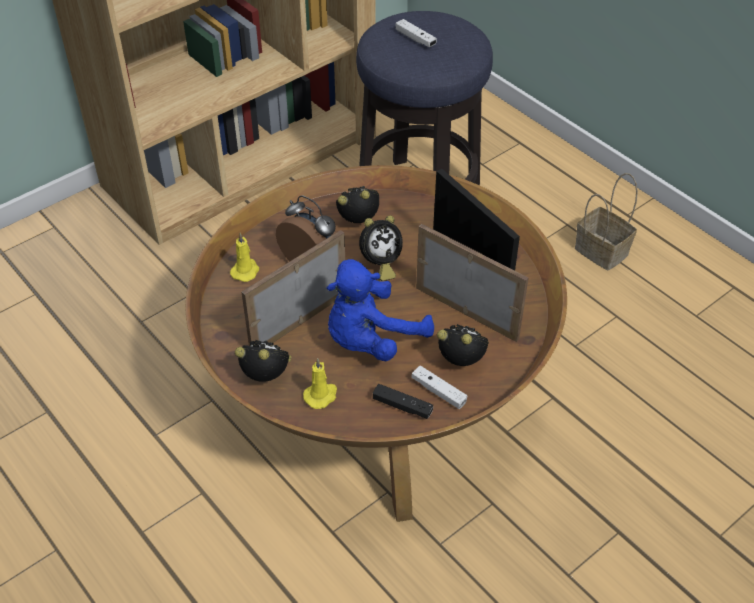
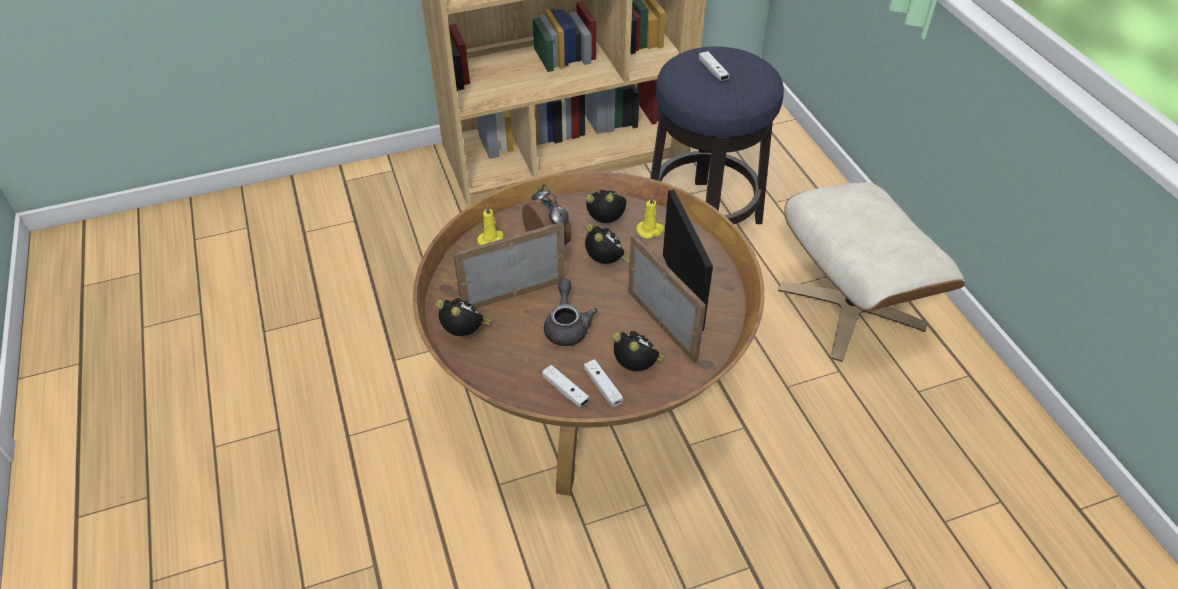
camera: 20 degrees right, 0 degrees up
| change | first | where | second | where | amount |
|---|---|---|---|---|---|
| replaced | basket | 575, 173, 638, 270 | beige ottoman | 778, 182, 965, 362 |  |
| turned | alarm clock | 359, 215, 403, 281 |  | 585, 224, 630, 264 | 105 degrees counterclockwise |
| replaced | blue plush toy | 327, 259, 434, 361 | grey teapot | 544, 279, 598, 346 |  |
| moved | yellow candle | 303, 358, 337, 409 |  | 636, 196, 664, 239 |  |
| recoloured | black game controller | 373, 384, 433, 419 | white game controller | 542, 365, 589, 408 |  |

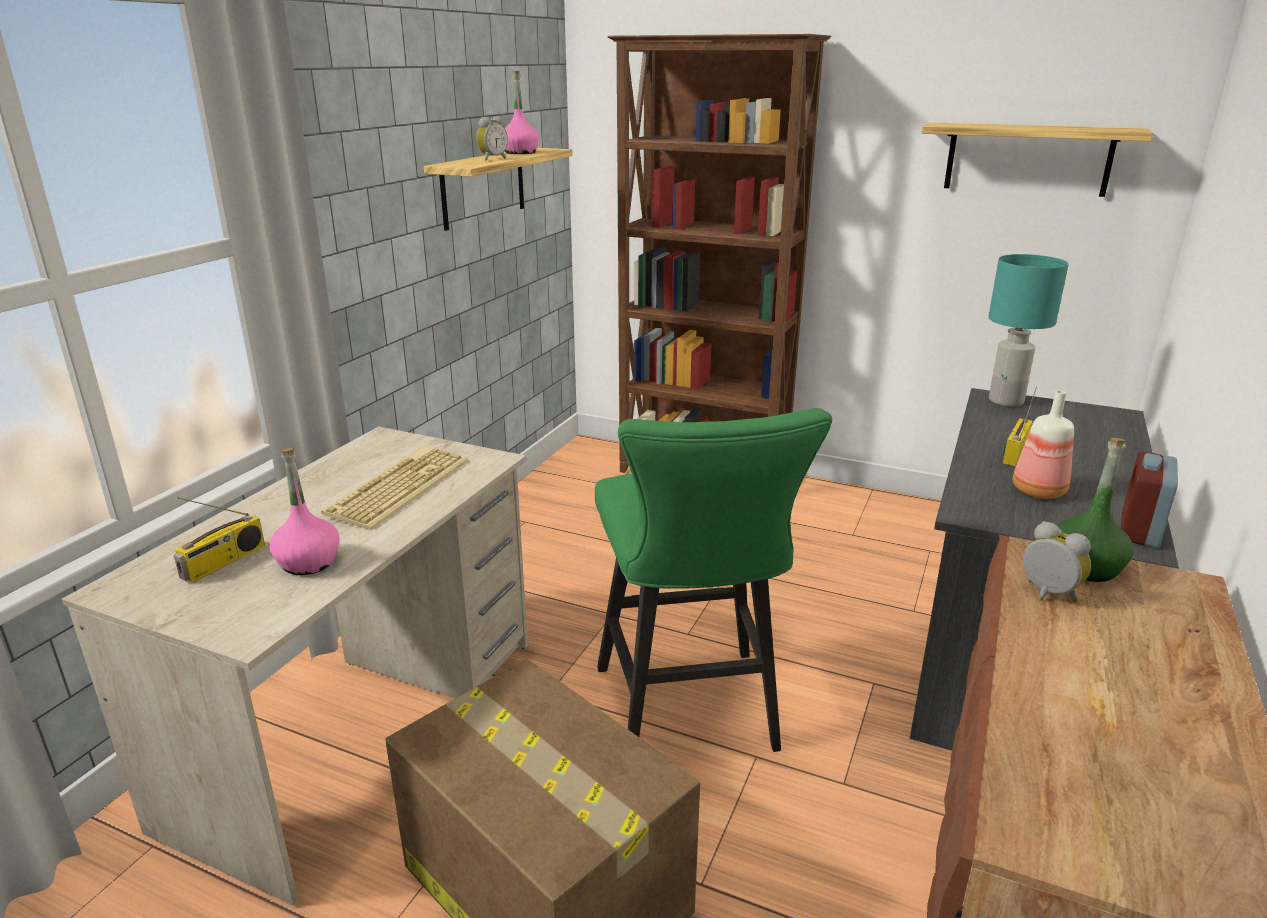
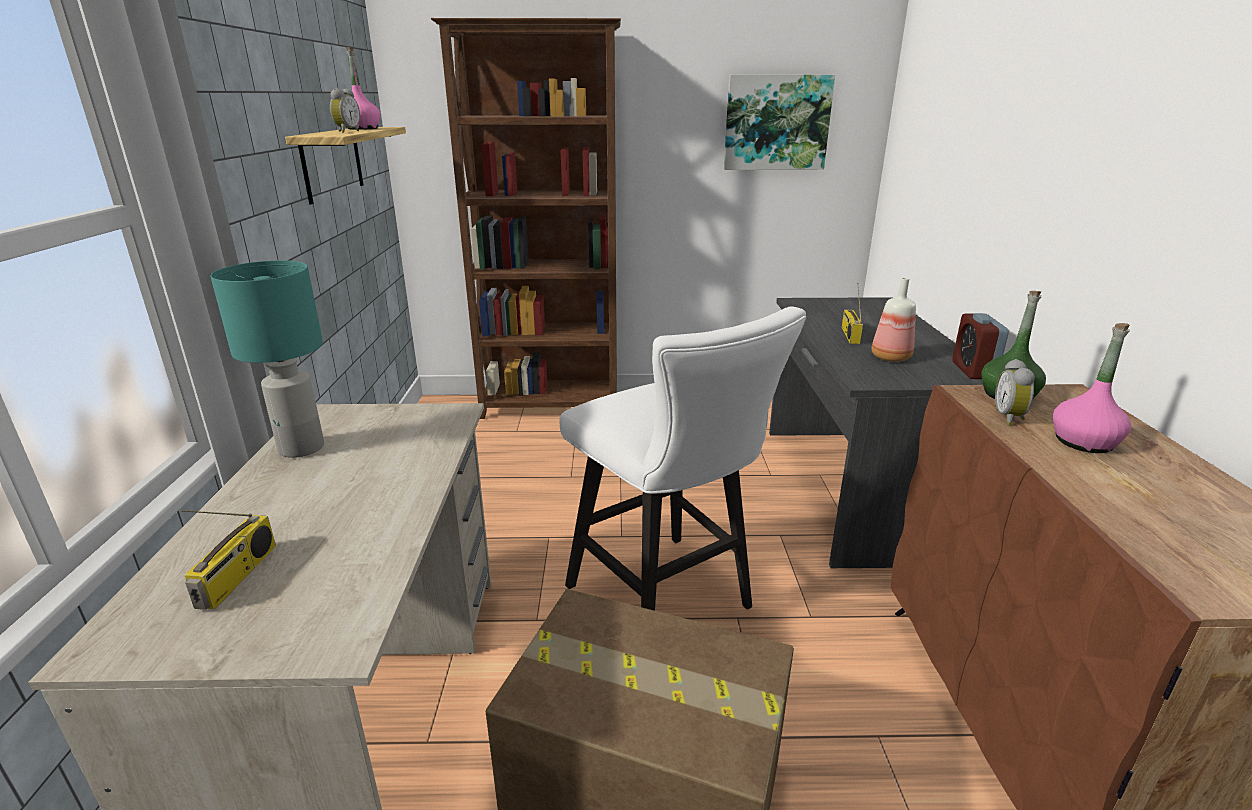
camera: 25 degrees left, 0 degrees up
| change | first | where | second | where | amount |
|---|---|---|---|---|---|
| replaced | shelf | 921, 123, 1153, 197 | picture | 724, 75, 835, 170 |  |
| moved | turquoise table lamp | 988, 254, 1069, 406 |  | 210, 260, 324, 458 |  |
| recoloured | green stool | 595, 408, 832, 752 | white stool | 559, 307, 806, 611 |  |
| removed | keyboard | 321, 446, 468, 530 |  |  |  |
| moved | pink bottle | 270, 448, 340, 575 |  | 1053, 323, 1131, 453 |  |
| turned | alarm clock | 1023, 521, 1091, 602 |  | 995, 359, 1035, 426 | 105 degrees counterclockwise |

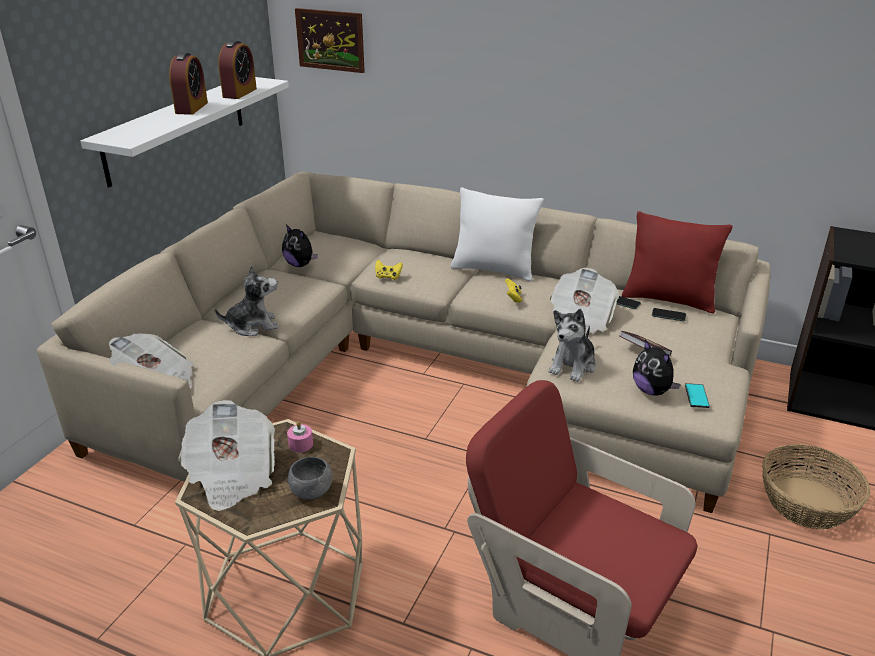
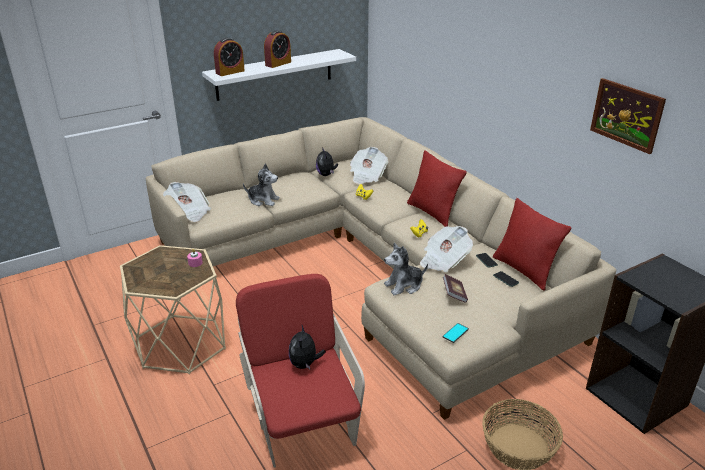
camera: 35 degrees right, 0 degrees up
| change | first | where | second | where | amount |
|---|---|---|---|---|---|
| moved | picture | 295, 8, 365, 73 |  | 590, 78, 666, 154 |  |
| moved | alarm clock | 218, 40, 257, 99 |  | 214, 38, 245, 76 |  |
| recoloured | white pillow | 451, 188, 543, 281 | red pillow | 407, 150, 467, 227 |  |
| moved | plush toy | 633, 340, 681, 396 |  | 289, 325, 326, 369 |  |
| moved | newspaper | 178, 400, 275, 511 |  | 350, 147, 389, 184 |  |
| removed | grey bowl | 288, 457, 332, 500 |  |  |  |

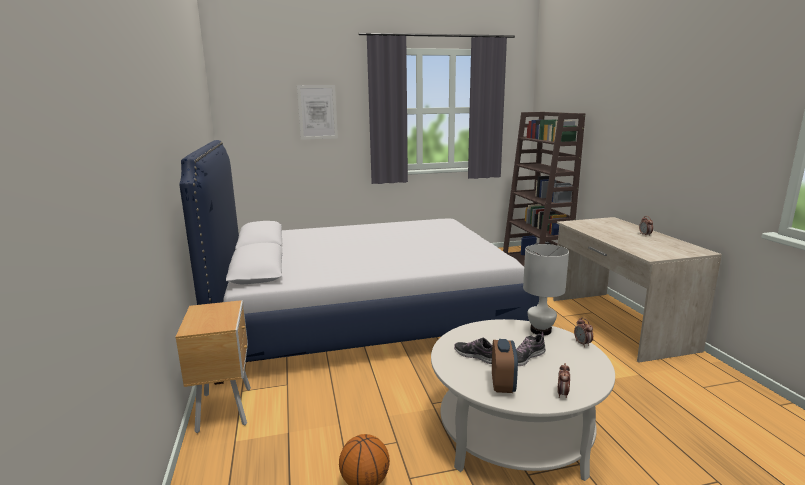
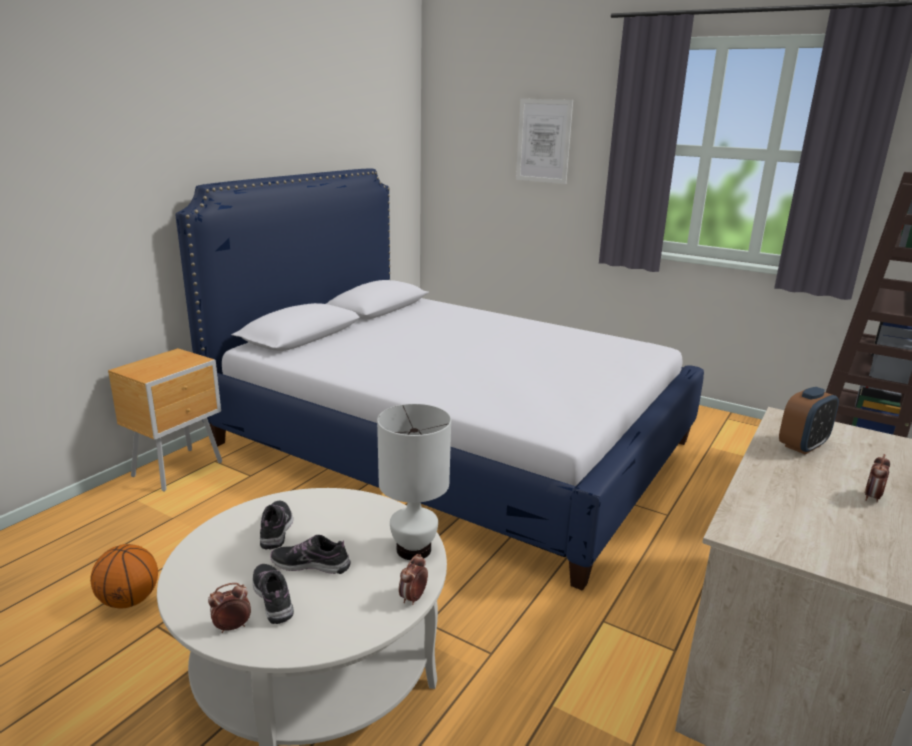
camera: 45 degrees right, 5 degrees up
| change | first | where | second | where | amount |
|---|---|---|---|---|---|
| moved | alarm clock | 492, 339, 518, 393 |  | 779, 387, 839, 455 |  |
| added |  |  | shoe | 252, 564, 294, 624 |  |

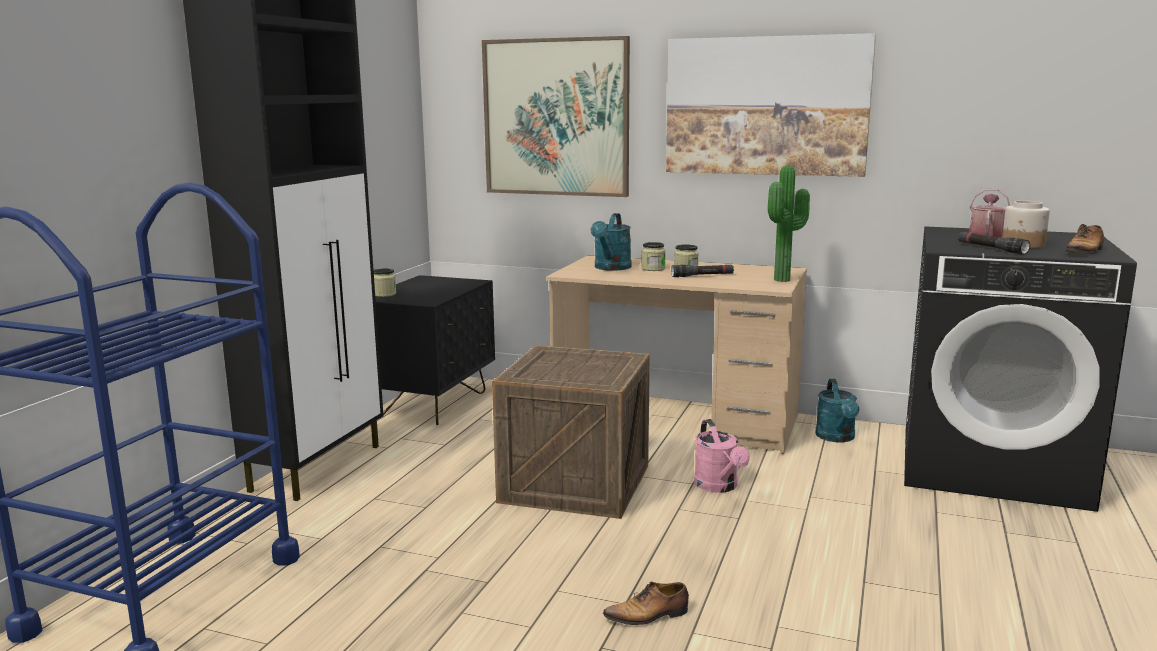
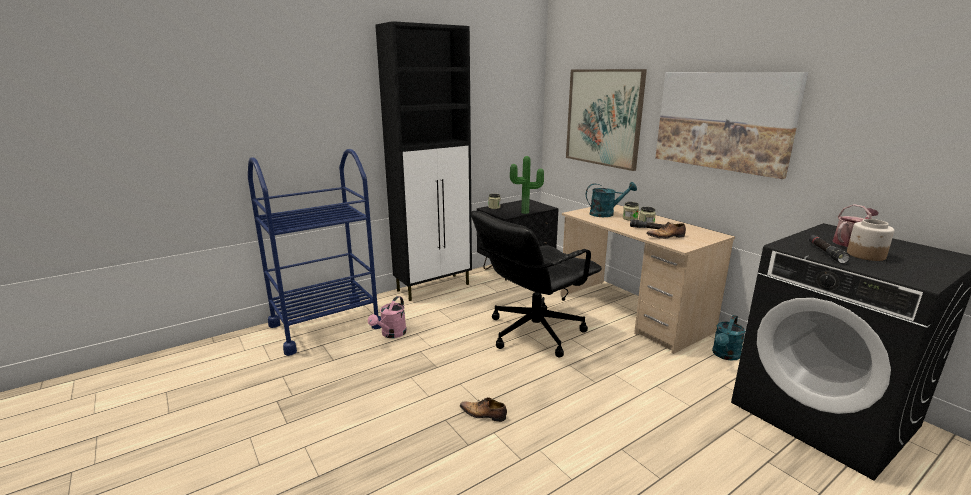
camera: 35 degrees right, 5 degrees up
| change | first | where | second | where | amount |
|---|---|---|---|---|---|
| moved | potted plant | 768, 165, 810, 282 |  | 510, 156, 544, 214 |  |
| turned | turquoise watering can | 591, 213, 632, 271 |  | 586, 182, 637, 217 | 150 degrees counterclockwise |
| moved | shoe | 1066, 224, 1104, 254 |  | 646, 222, 686, 239 |  |
| replaced | crate | 492, 345, 650, 519 | black office chair | 471, 211, 602, 358 |  |
| moved | pink watering can | 694, 419, 750, 493 |  | 368, 296, 407, 338 |  |

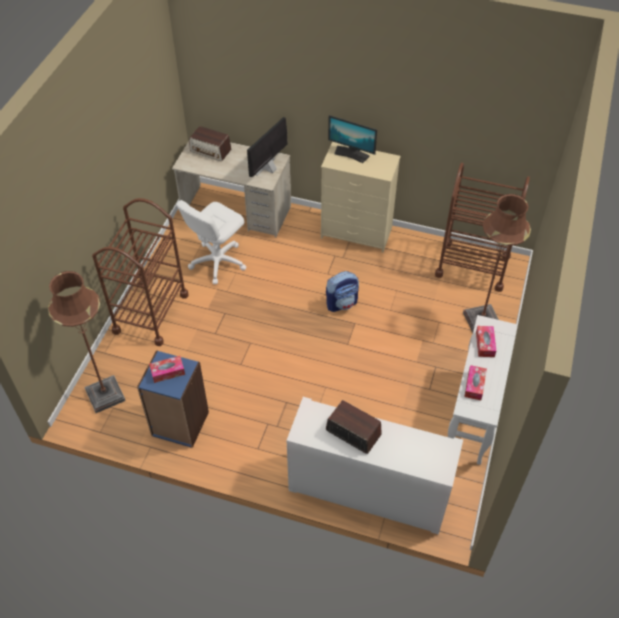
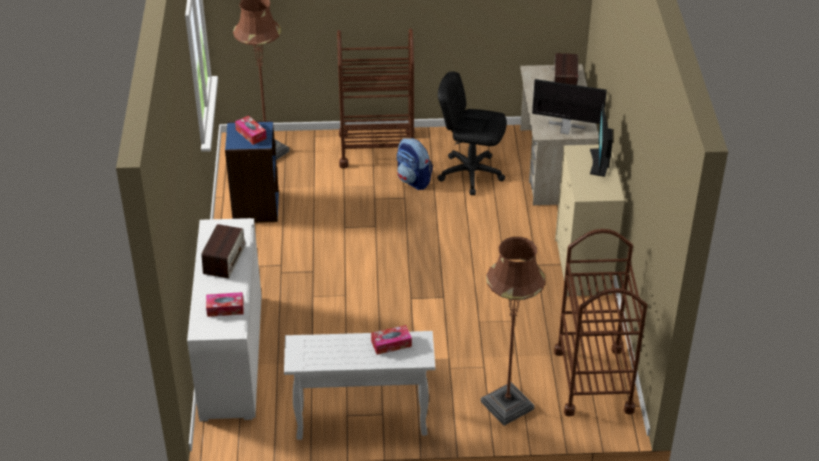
camera: 70 degrees right, 10 degrees down
| change | first | where | second | where | amount |
|---|---|---|---|---|---|
| recoloured | white office chair | 176, 200, 246, 284 | black office chair | 438, 72, 507, 195 |  |
| moved | backpack | 326, 271, 359, 312 |  | 397, 138, 433, 190 |  |
| moved | tissue box | 464, 365, 487, 400 |  | 206, 292, 244, 317 |  |

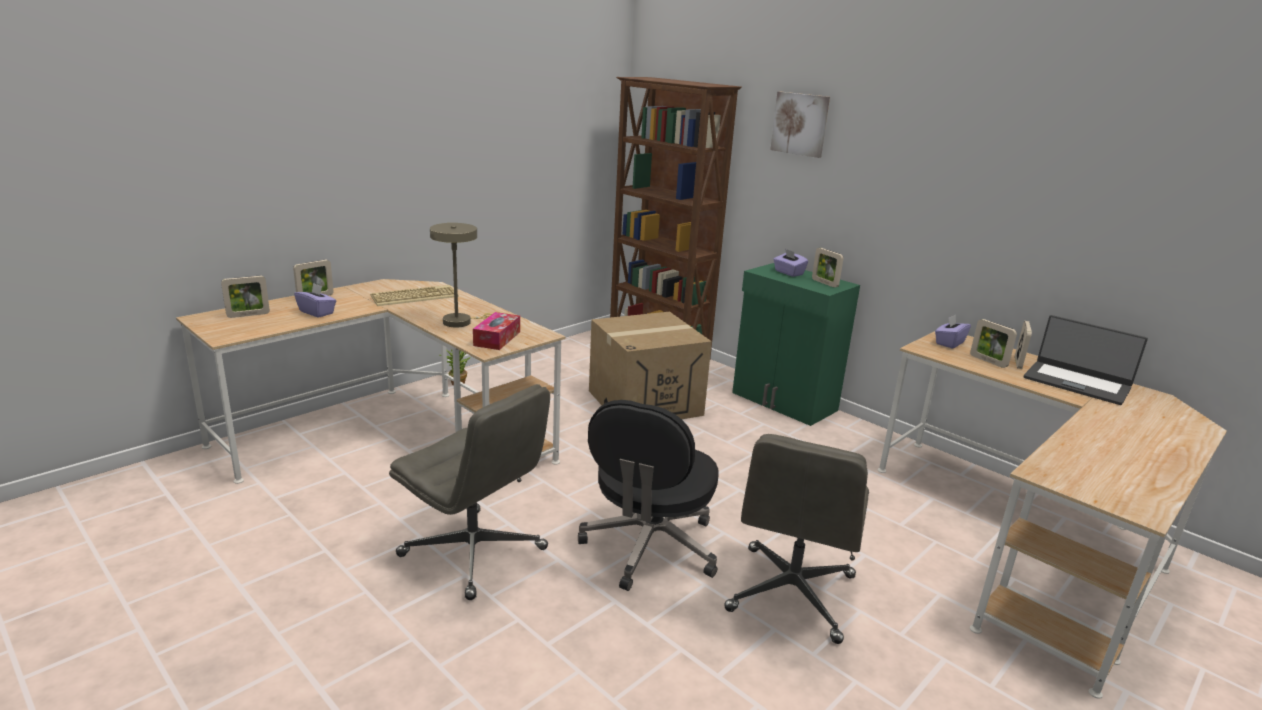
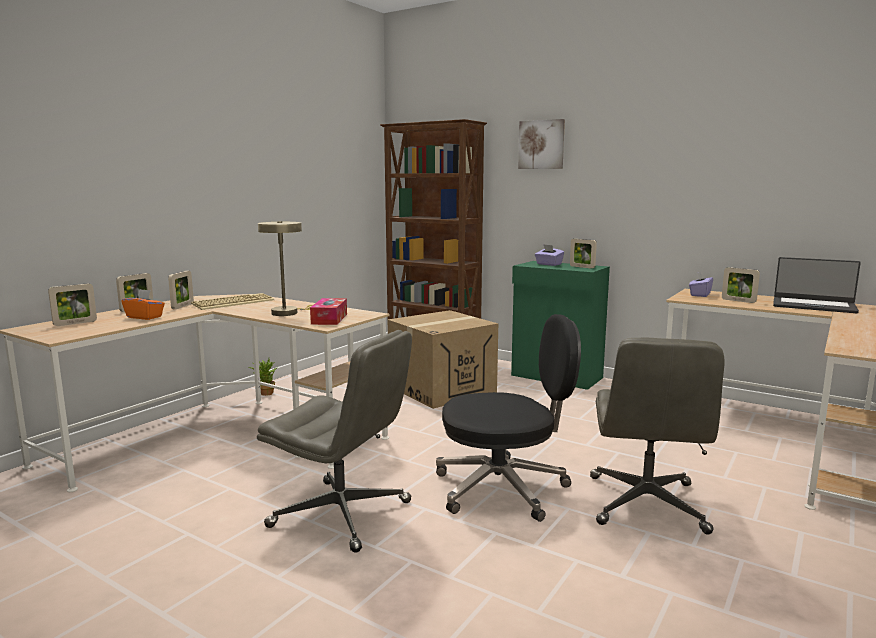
camera: 10 degrees left, 10 degrees down
| change | first | where | second | where | amount |
|---|---|---|---|---|---|
| recoloured | purple tissue box | 294, 283, 336, 318 | orange tissue box | 121, 289, 165, 320 |  |
| moved | picture frame | 1015, 321, 1032, 369 |  | 168, 271, 194, 309 |  |
| turned | black office chair | 578, 400, 719, 591 |  | 436, 314, 581, 522 | 105 degrees counterclockwise |

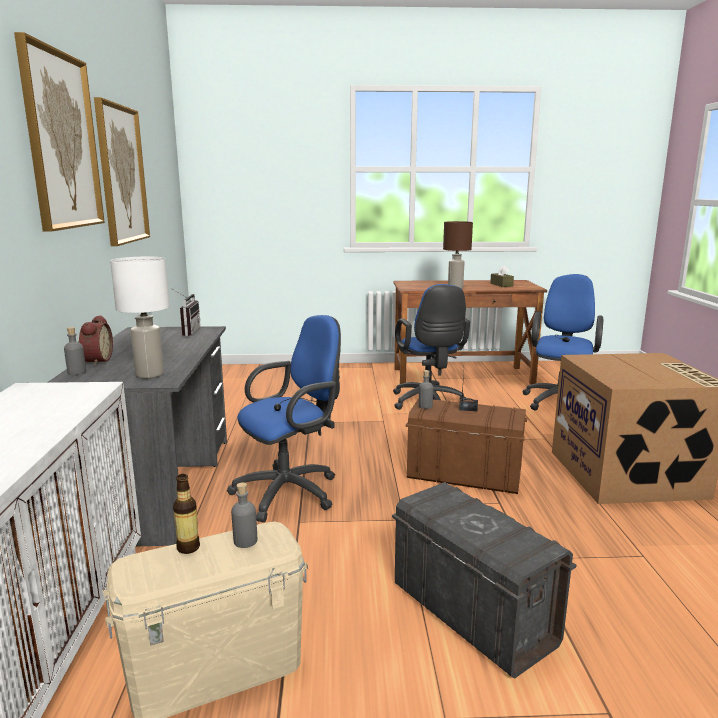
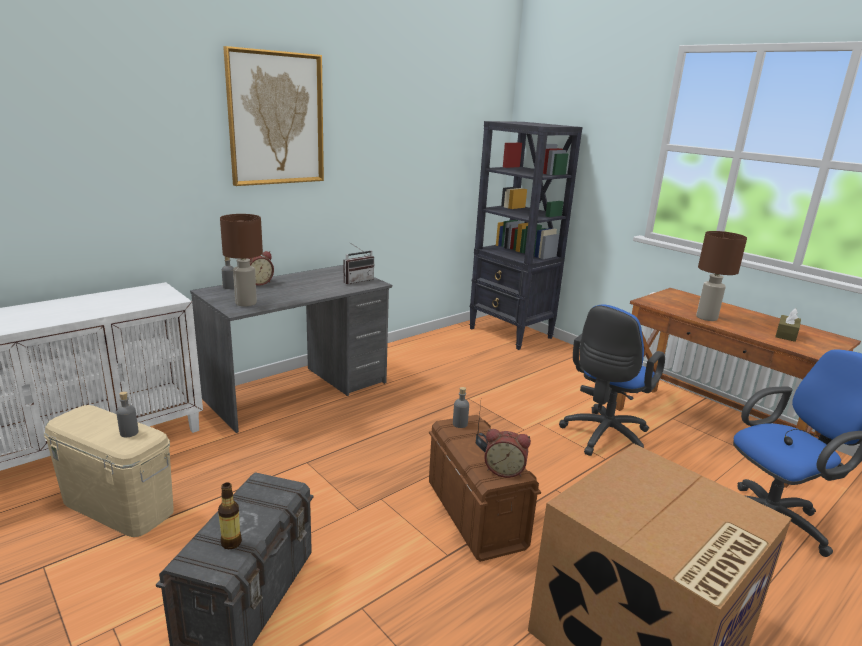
camera: 50 degrees right, 5 degrees up
| change | first | where | second | where | amount |
|---|---|---|---|---|---|
| removed | picture | 94, 97, 150, 246 |  |  |  |
| recoloured | white table lamp | 110, 257, 170, 378 | brown table lamp | 220, 214, 263, 306 |  |
| removed | blue office chair | 227, 315, 341, 522 |  |  |  |
| moved | bottle | 173, 474, 200, 554 |  | 218, 483, 242, 549 |  |
| added |  |  | black bookcase | 469, 121, 582, 350 |  |
| added |  |  | alarm clock | 484, 429, 531, 478 |  |

